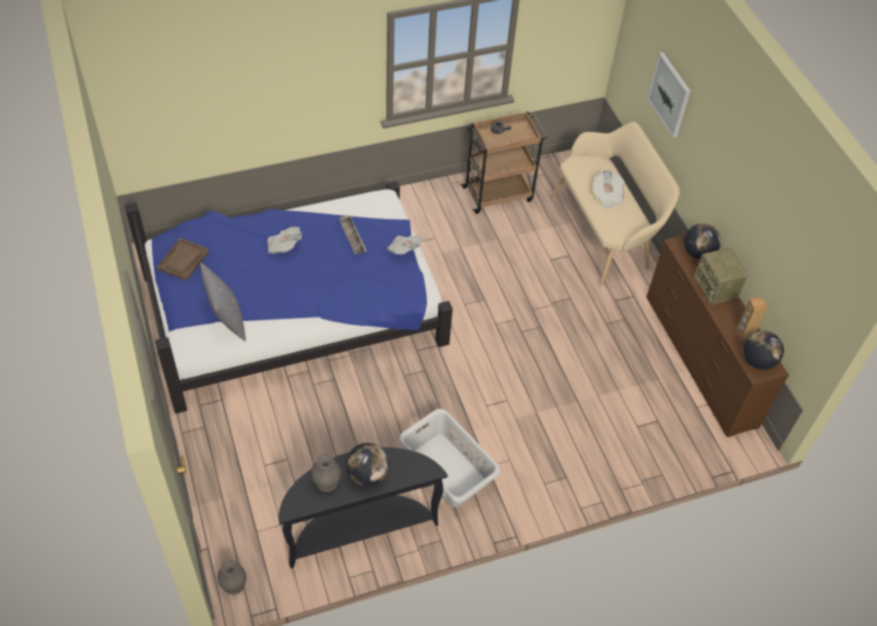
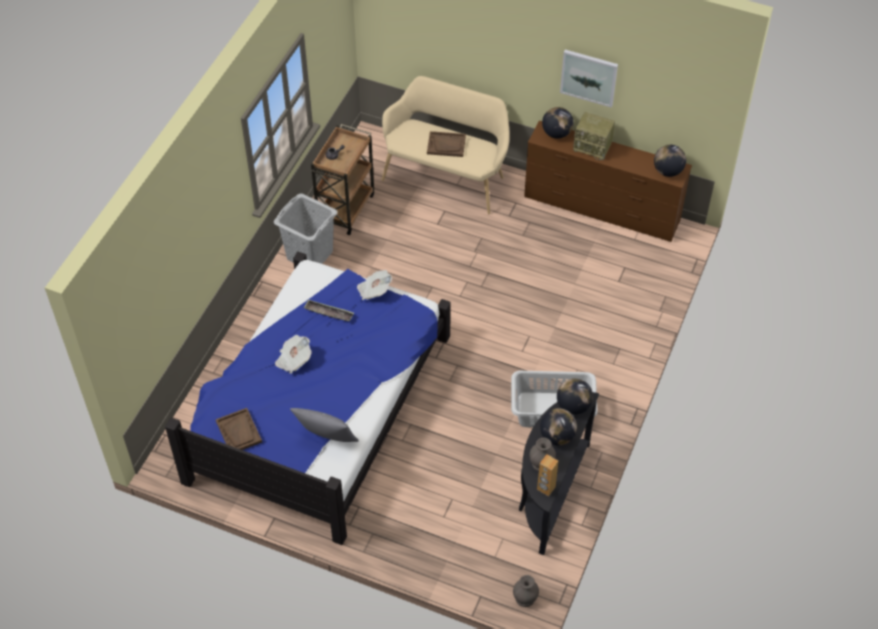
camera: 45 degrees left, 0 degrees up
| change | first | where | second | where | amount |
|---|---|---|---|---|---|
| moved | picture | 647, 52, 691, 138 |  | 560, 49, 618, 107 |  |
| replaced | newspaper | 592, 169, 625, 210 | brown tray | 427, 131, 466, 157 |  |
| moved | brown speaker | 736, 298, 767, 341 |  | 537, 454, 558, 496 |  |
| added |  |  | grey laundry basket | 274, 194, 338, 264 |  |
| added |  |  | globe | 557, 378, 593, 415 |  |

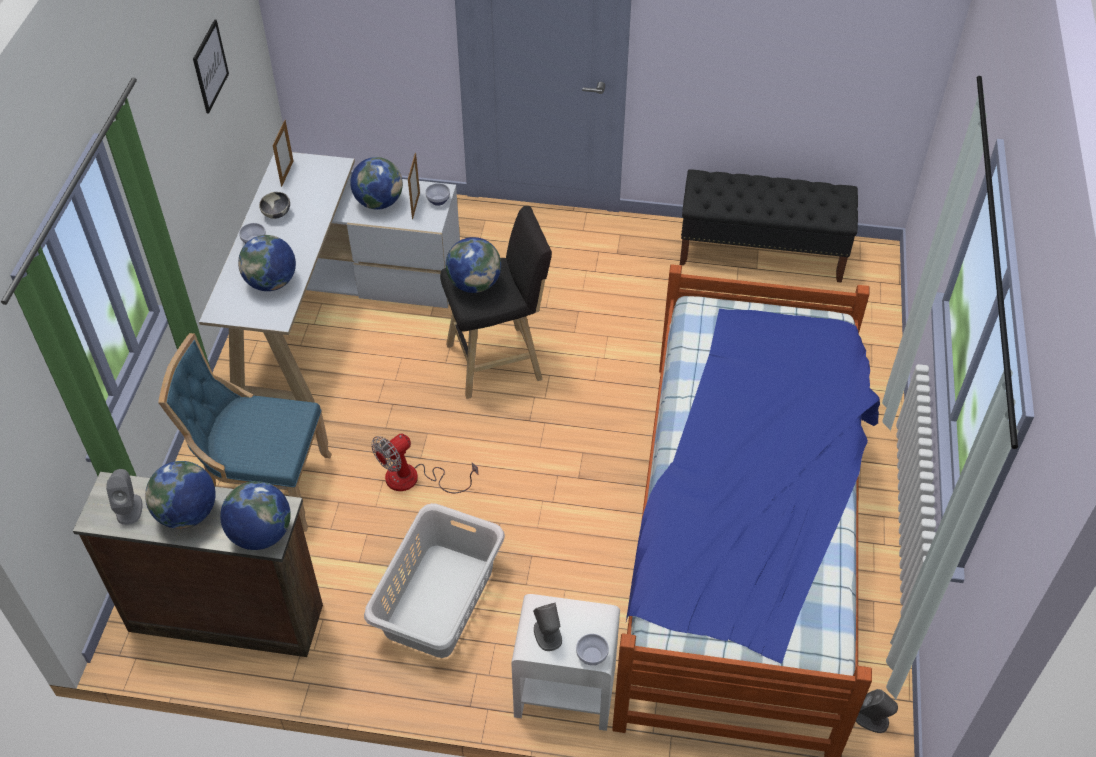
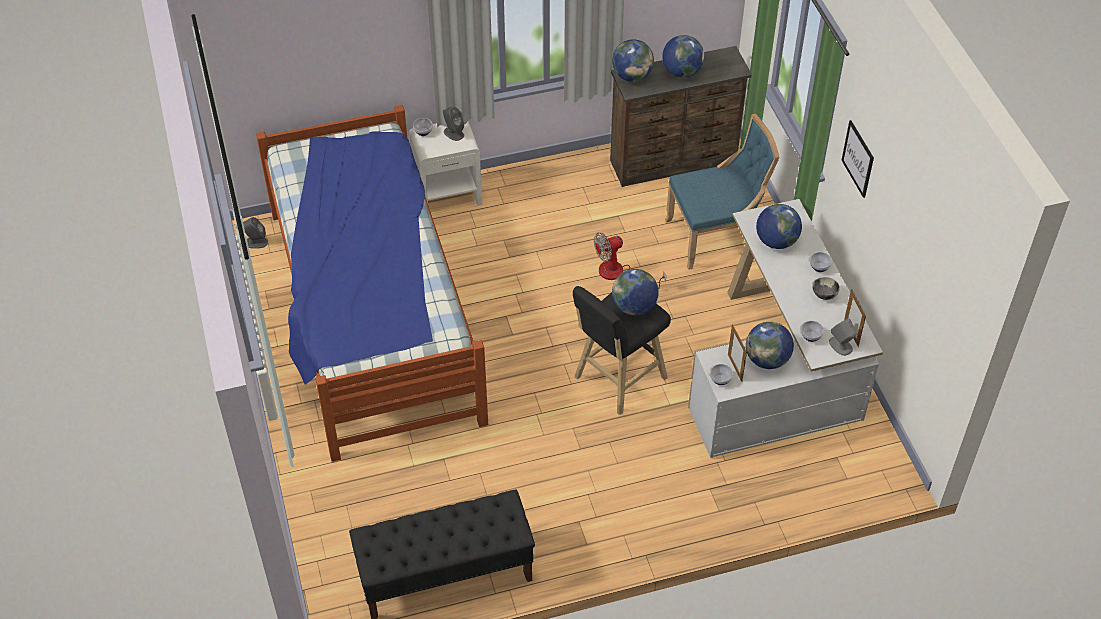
camera: 155 degrees right, 0 degrees up
| change | first | where | second | where | amount |
|---|---|---|---|---|---|
| moved | picture | 193, 20, 229, 114 |  | 841, 120, 874, 198 |  |
| turned | fan | 371, 434, 478, 494 |  | 594, 232, 666, 290 | 135 degrees counterclockwise |
| moved | grey speaker | 106, 469, 142, 525 |  | 829, 318, 857, 356 |  |
| removed | grey laundry basket | 364, 503, 505, 658 |  |  |  |
| added |  |  | bowl | 801, 321, 824, 342 |  |

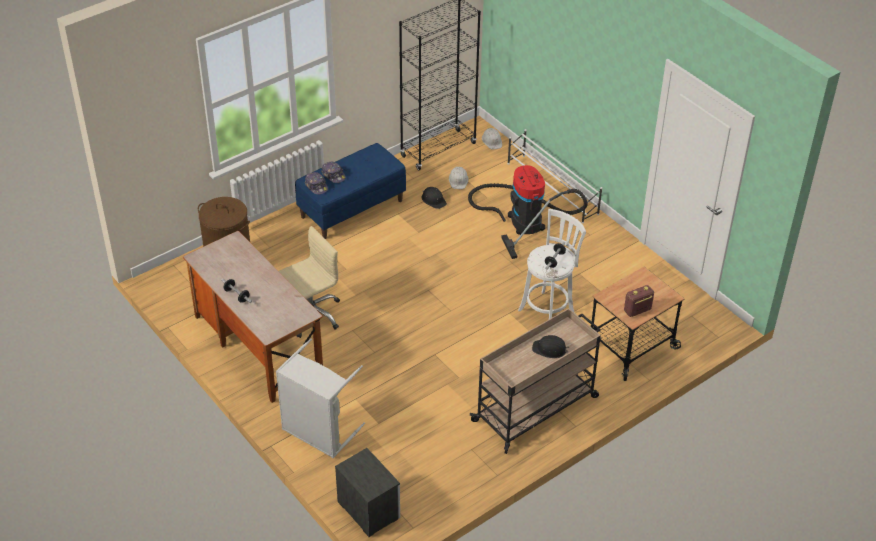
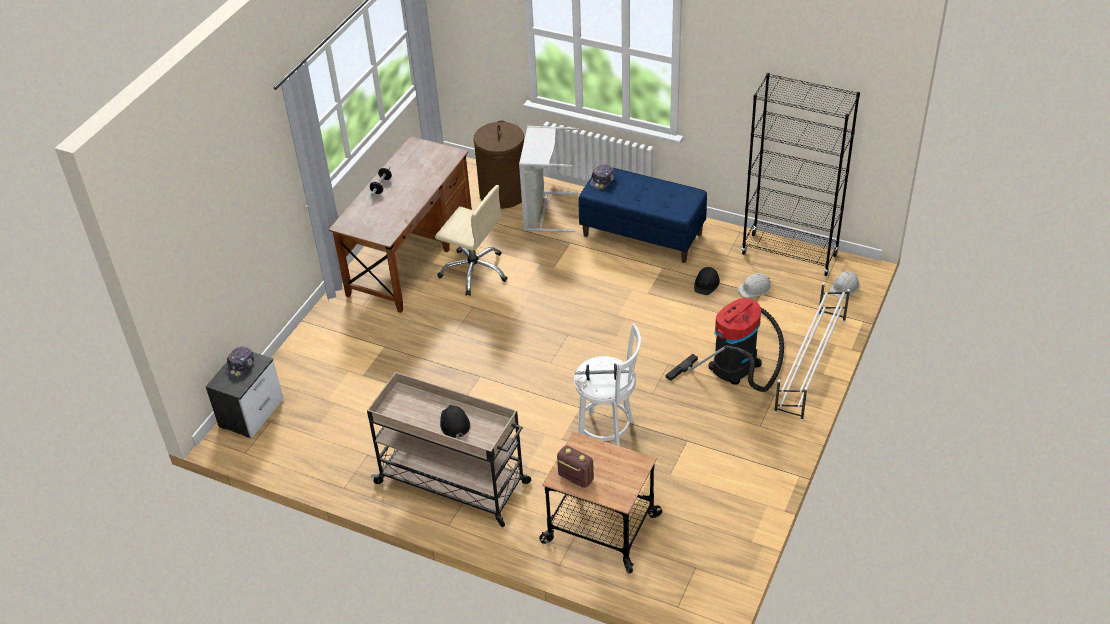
camera: 65 degrees right, 0 degrees up
| change | first | where | second | where | amount |
|---|---|---|---|---|---|
| moved | cap | 322, 162, 346, 183 |  | 225, 346, 254, 378 |  |
| moved | grey laundry basket | 276, 338, 365, 458 |  | 519, 126, 581, 232 |  |

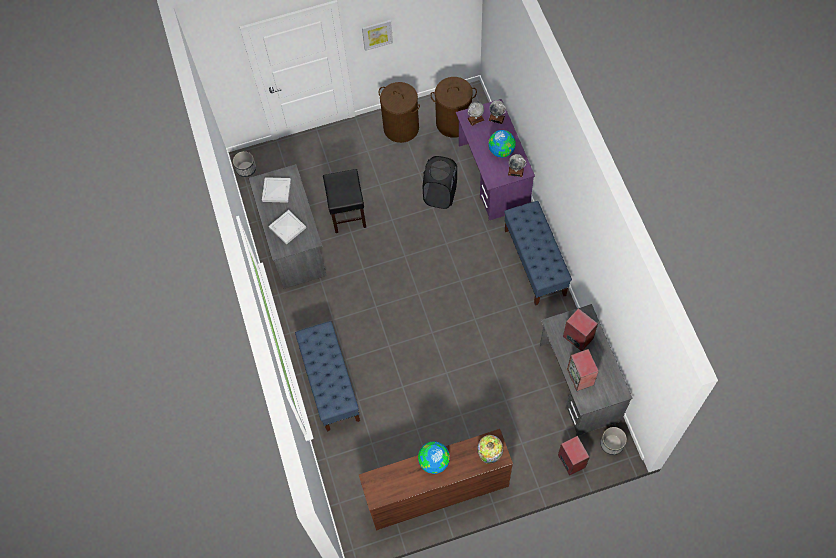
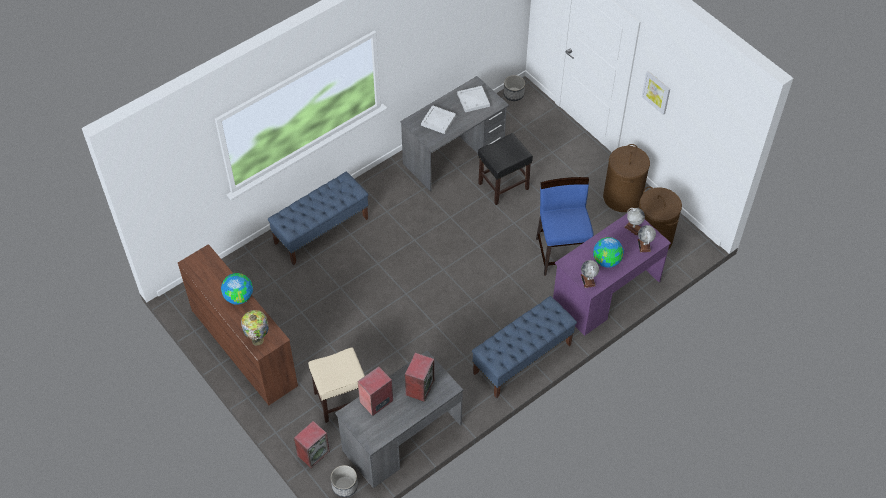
camera: 65 degrees right, 10 degrees down
| change | first | where | second | where | amount |
|---|---|---|---|---|---|
| replaced | black laundry basket | 423, 156, 457, 209 | blue chair | 536, 177, 594, 276 |  |
| added |  |  | beige stool | 308, 348, 365, 423 |  |

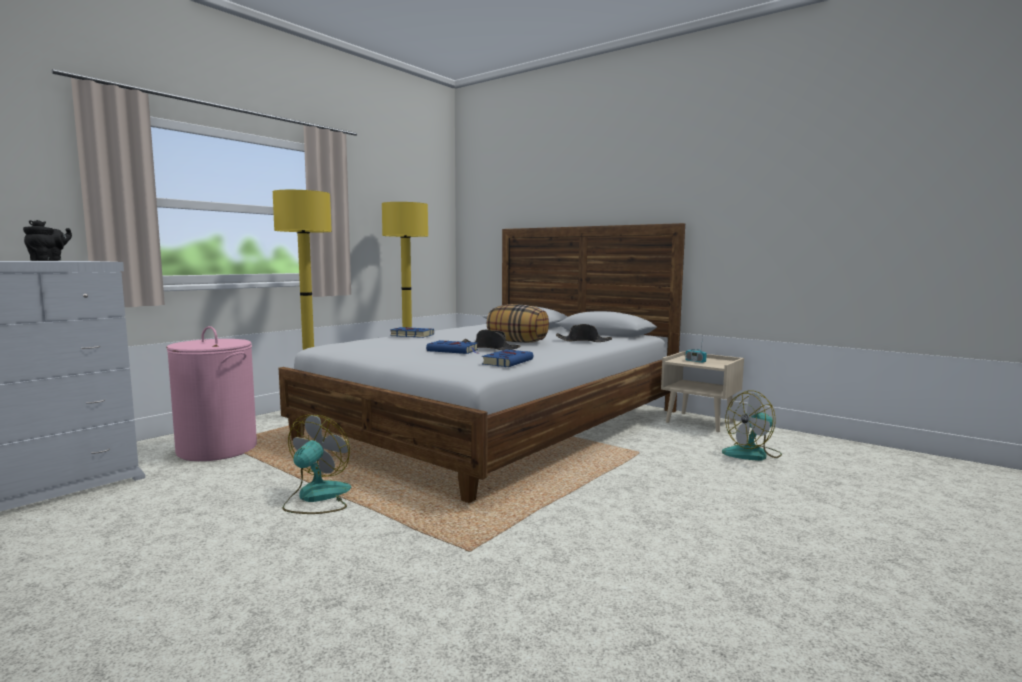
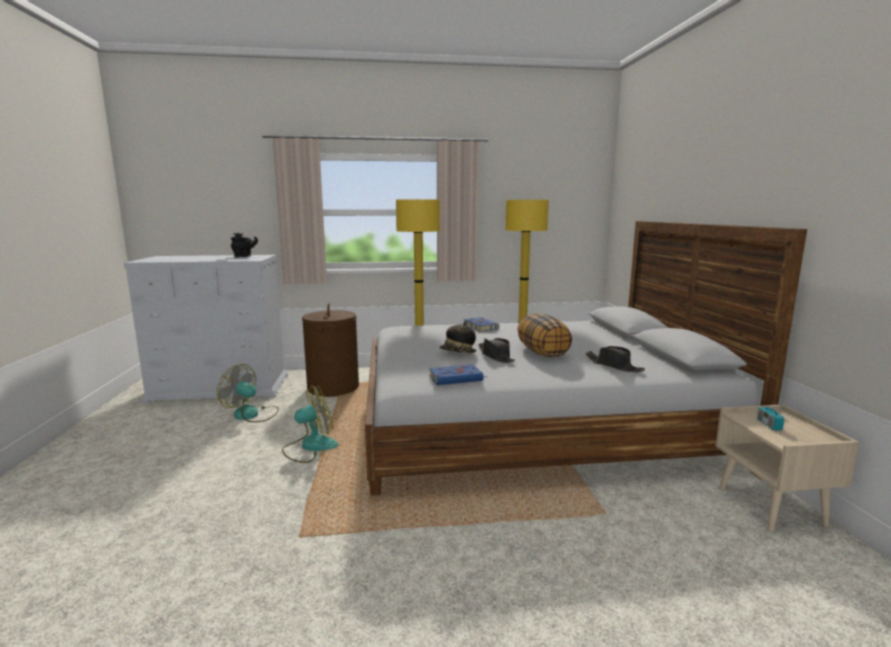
camera: 45 degrees right, 5 degrees up
| change | first | where | second | where | amount |
|---|---|---|---|---|---|
| recoloured | pink laundry basket | 166, 326, 257, 461 | brown laundry basket | 302, 303, 359, 397 |  |
| replaced | blue book | 426, 340, 478, 354 | hat | 440, 321, 476, 353 |  |
| moved | fan | 722, 391, 782, 461 |  | 217, 364, 279, 422 |  |

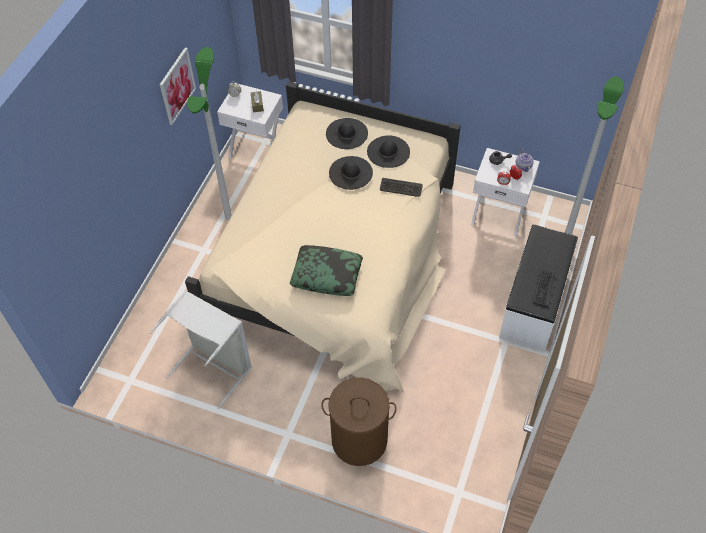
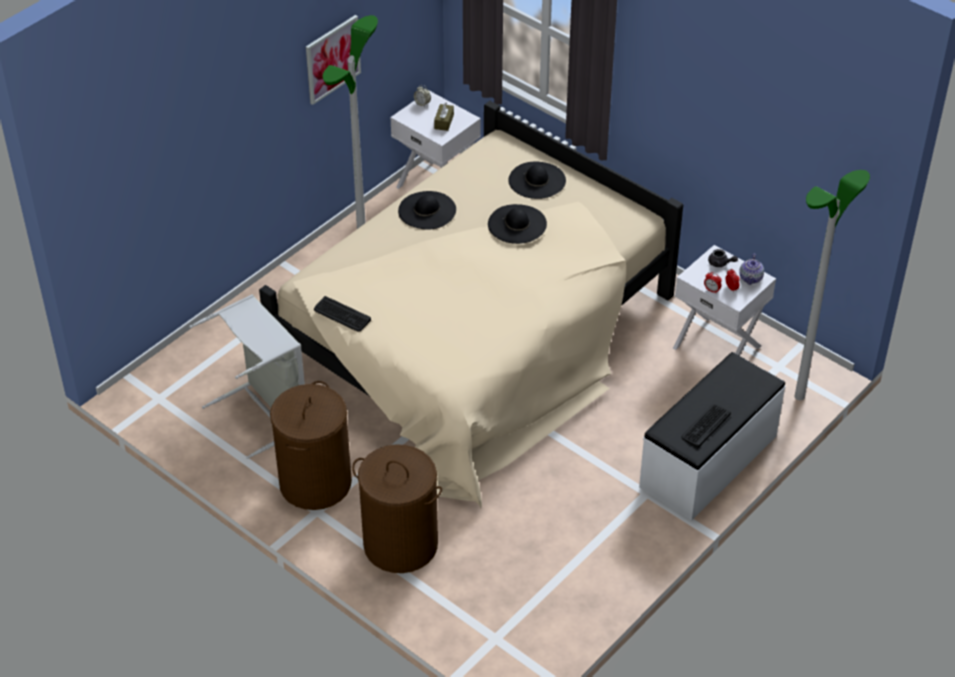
camera: 20 degrees right, 10 degrees down
| change | first | where | second | where | amount |
|---|---|---|---|---|---|
| moved | black hat | 367, 135, 410, 168 |  | 398, 191, 456, 230 |  |
| moved | keyboard | 380, 178, 423, 197 |  | 314, 296, 371, 332 |  |
| removed | pillow | 290, 245, 363, 296 |  |  |  |
| added |  |  | brown laundry basket | 270, 381, 352, 510 |  |

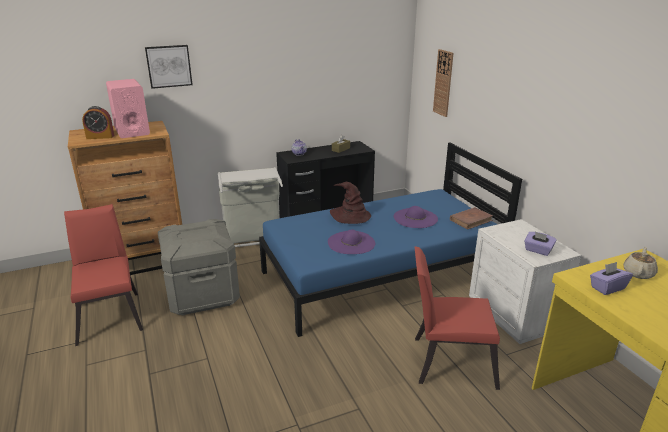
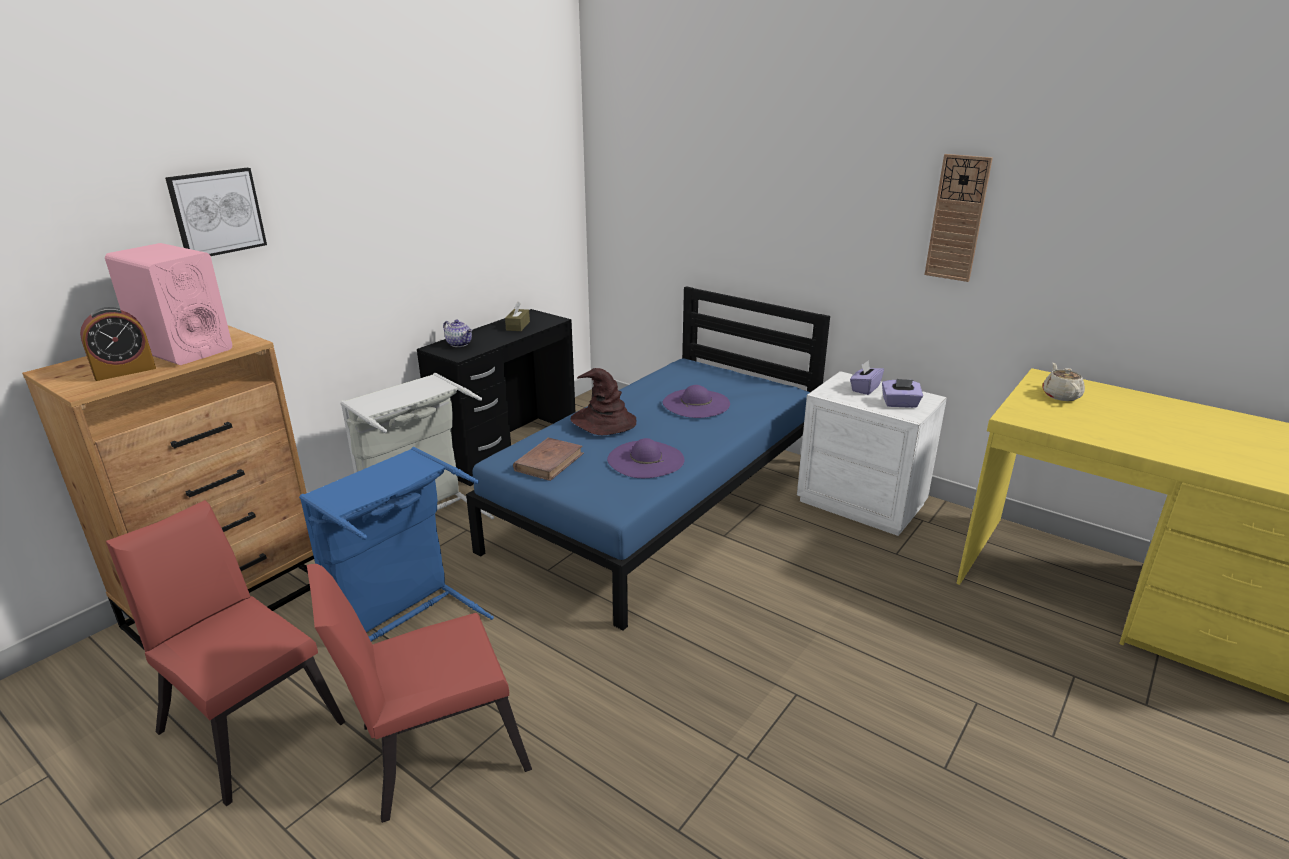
camera: 30 degrees left, 0 degrees up
| change | first | where | second | where | amount |
|---|---|---|---|---|---|
| moved | wall clock | 433, 49, 453, 117 |  | 925, 154, 993, 282 |  |
| moved | brown book | 450, 207, 493, 230 |  | 513, 438, 584, 481 |  |
| replaced | grey storage box | 158, 219, 240, 315 | blue laundry basket | 299, 447, 494, 641 |  |
| moved | red chair | 414, 246, 500, 390 |  | 307, 564, 532, 823 |  |
| moved | purple tissue box | 590, 262, 633, 295 |  | 850, 360, 884, 395 |  |

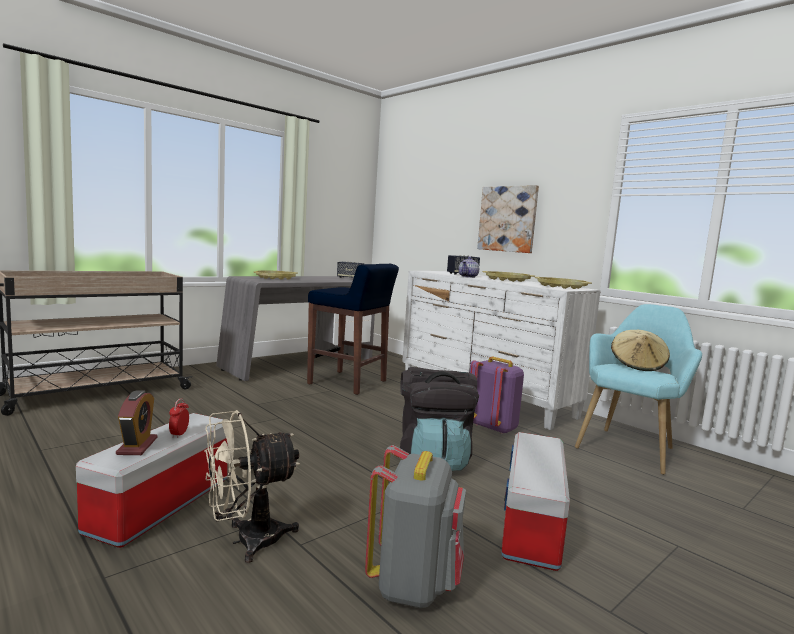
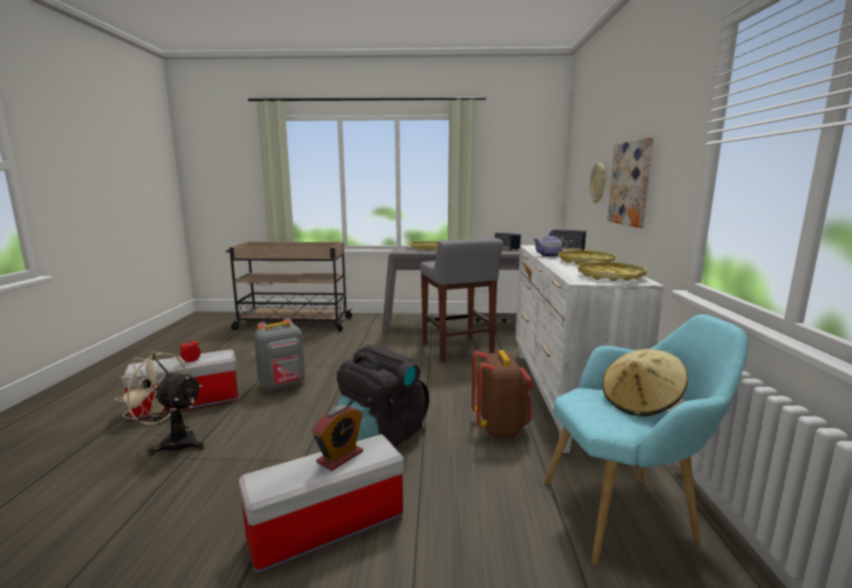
camera: 45 degrees right, 5 degrees up
| change | first | where | second | where | amount |
|---|---|---|---|---|---|
| recoloured | blue stool | 307, 264, 399, 395 | grey stool | 420, 238, 503, 362 |  |
| recoloured | purple backpack | 470, 357, 524, 434 | brown backpack | 471, 350, 532, 438 |  |
| moved | alarm clock | 116, 390, 157, 455 |  | 312, 405, 363, 471 |  |
| moved | grey backpack | 365, 445, 466, 608 |  | 254, 319, 305, 391 |  |
| added |  |  | wall clock | 589, 163, 606, 204 |  |

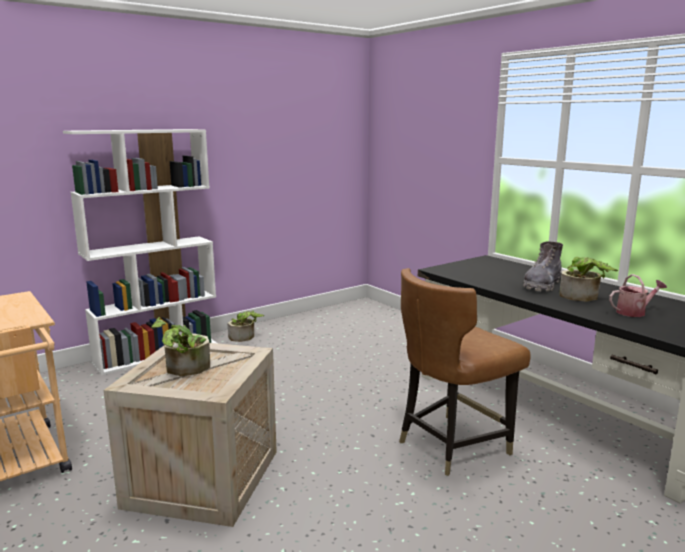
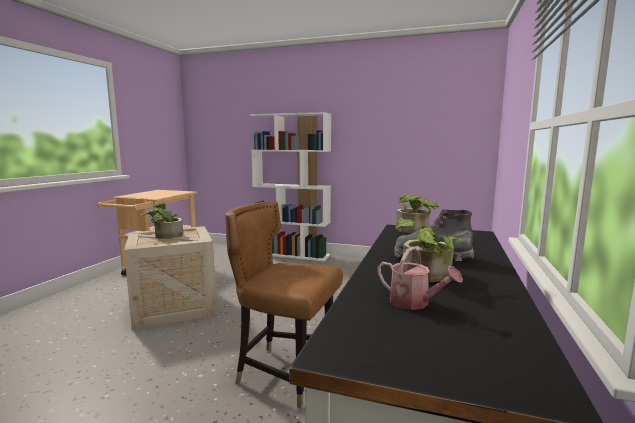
camera: 55 degrees right, 5 degrees down
| change | first | where | second | where | amount |
|---|---|---|---|---|---|
| moved | potted plant | 228, 311, 264, 342 |  | 396, 194, 439, 233 |  |

